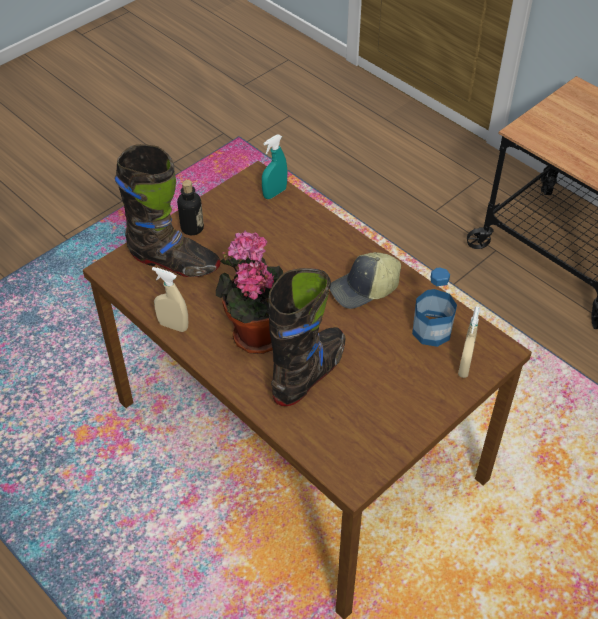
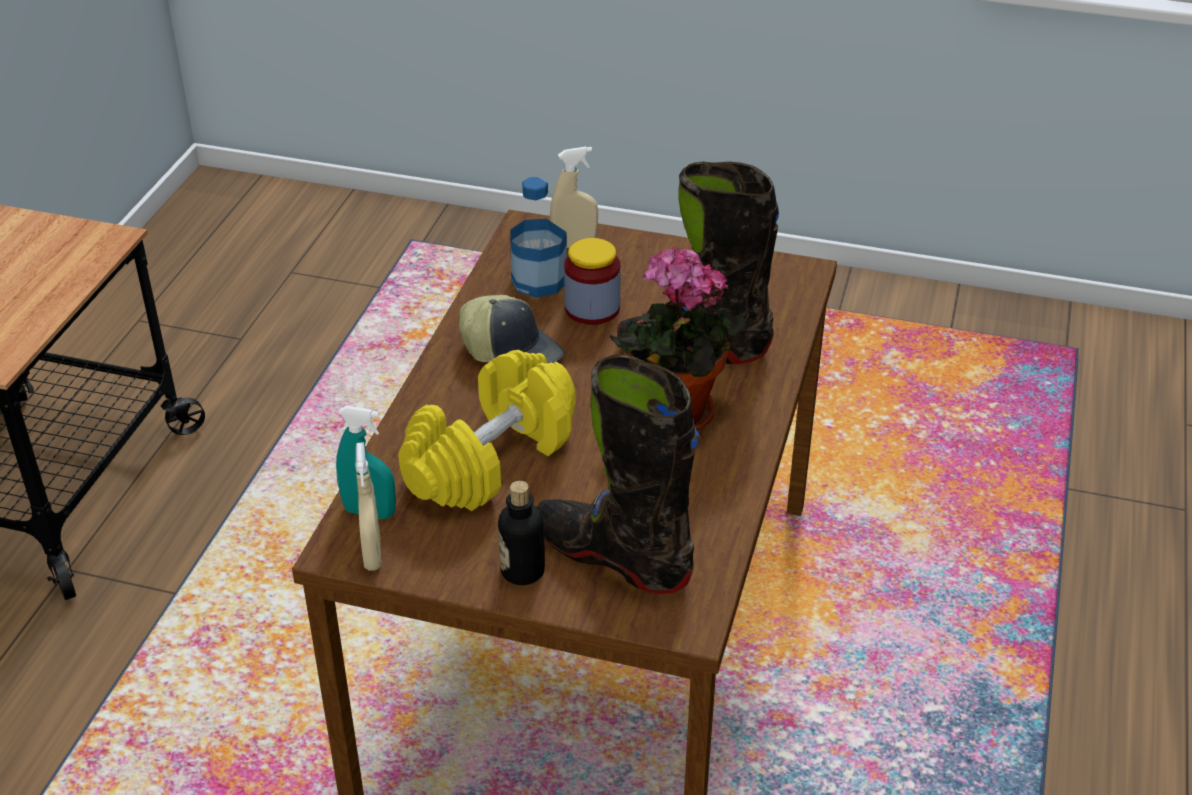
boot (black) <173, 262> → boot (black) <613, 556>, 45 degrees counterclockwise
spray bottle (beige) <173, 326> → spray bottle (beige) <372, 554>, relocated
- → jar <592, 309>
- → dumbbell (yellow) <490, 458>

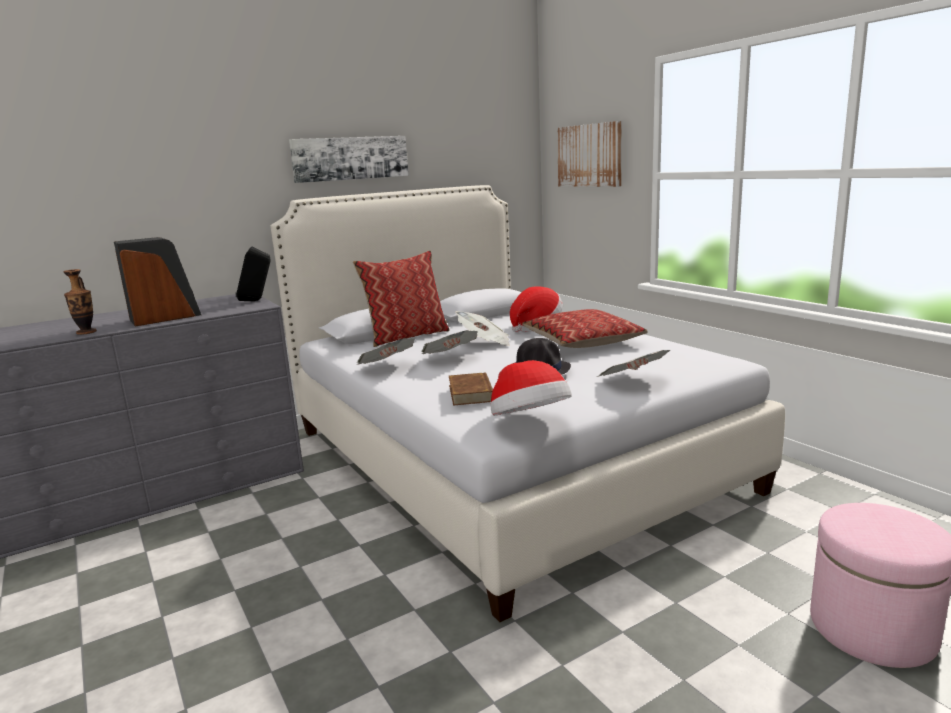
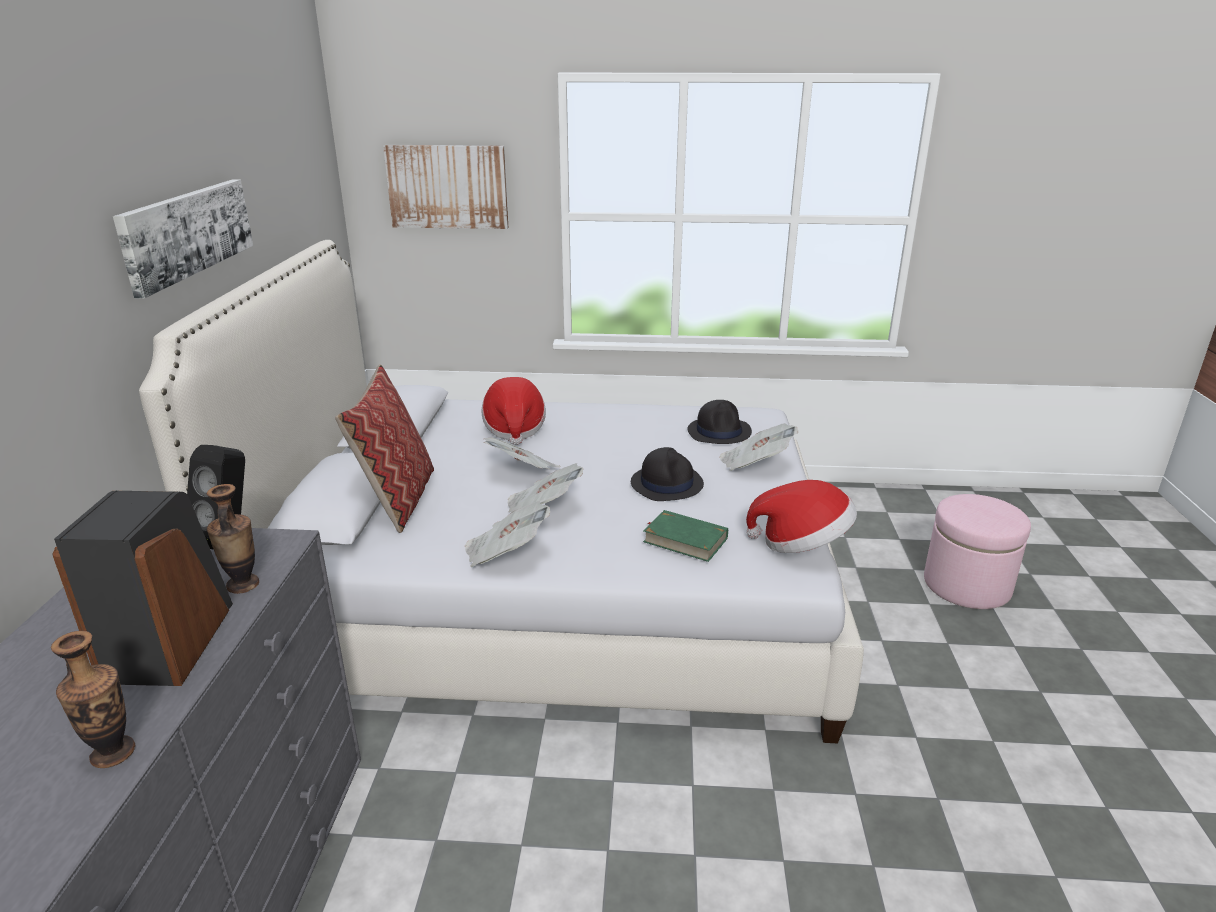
pillow <582, 341> → -
book (brown) <471, 393> → book (green) <685, 540>
- → hat (black) <719, 431>
- → vase <243, 585>

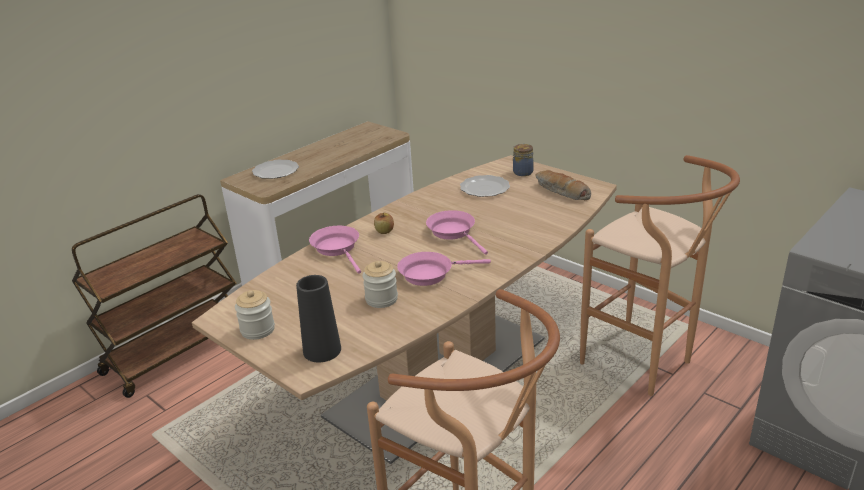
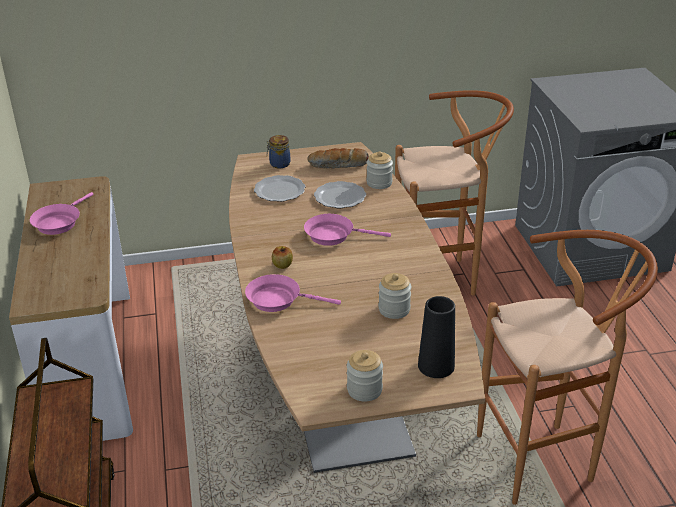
plate <275, 171> → plate <339, 197>, relocated
frying pan (pink) <430, 274> → frying pan (pink) <59, 222>, relocated
- → jar <379, 183>

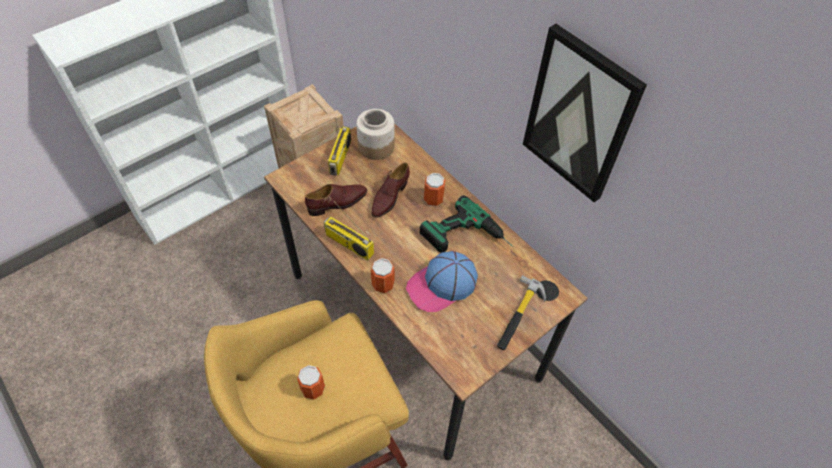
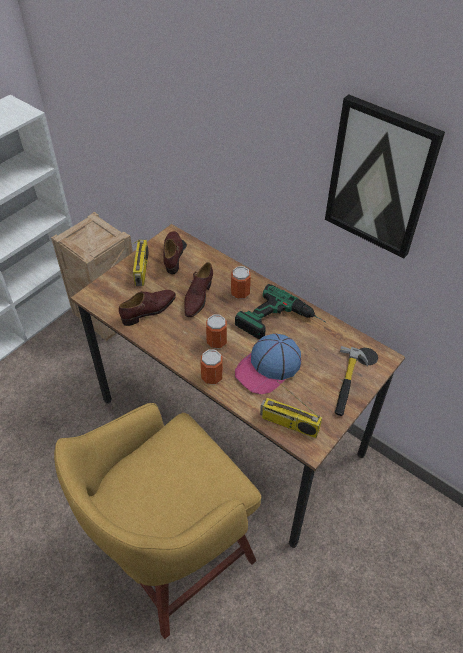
jar <375, 146> → shoe (brown) <173, 255>
radio <348, 244> → radio <288, 424>, relocated
can <313, 389> → can <216, 341>, relocated

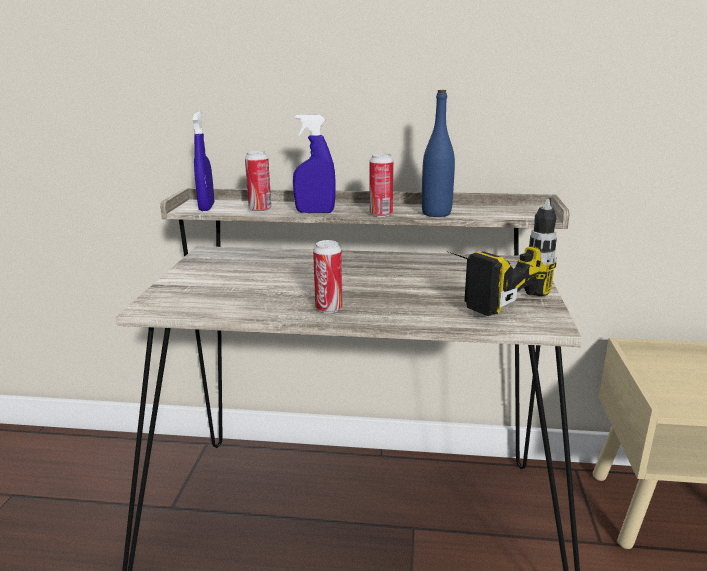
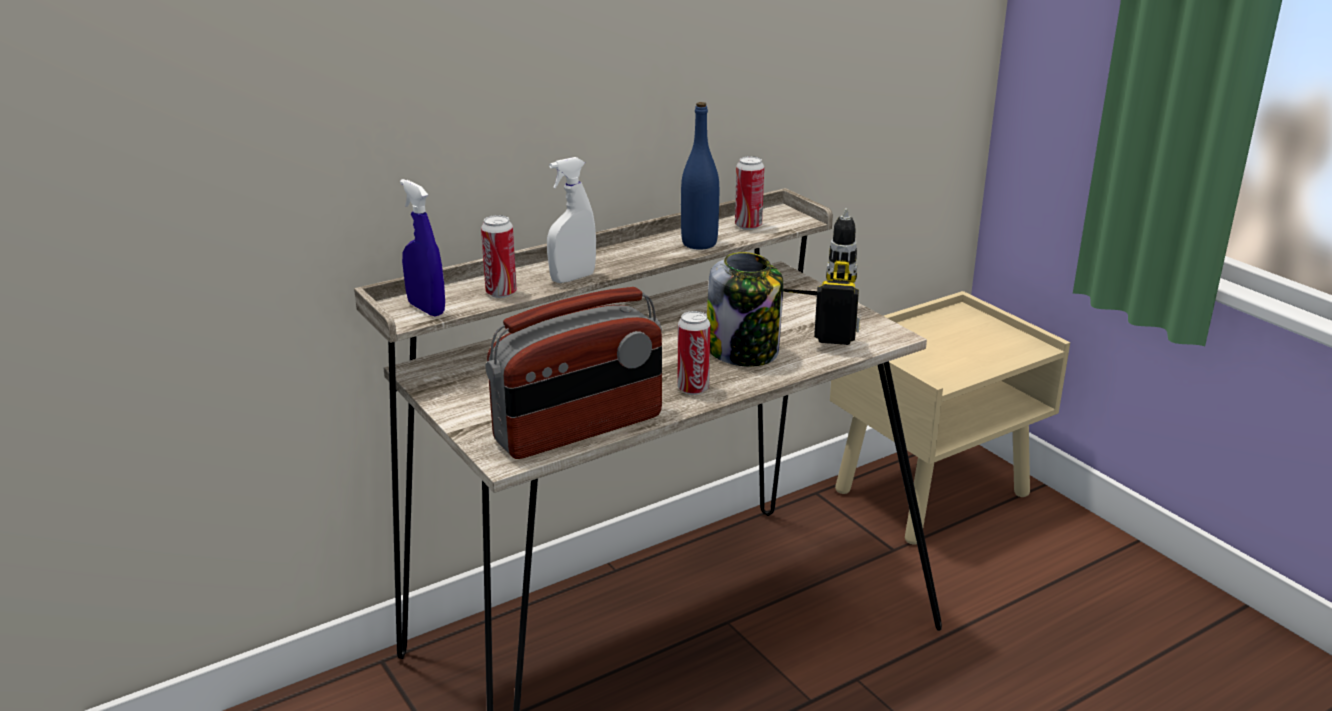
spray bottle (blue) <315, 212> → spray bottle (white) <572, 278>
can <381, 214> → can <748, 226>, relocated
- → jar <743, 351>
- → radio <580, 430>

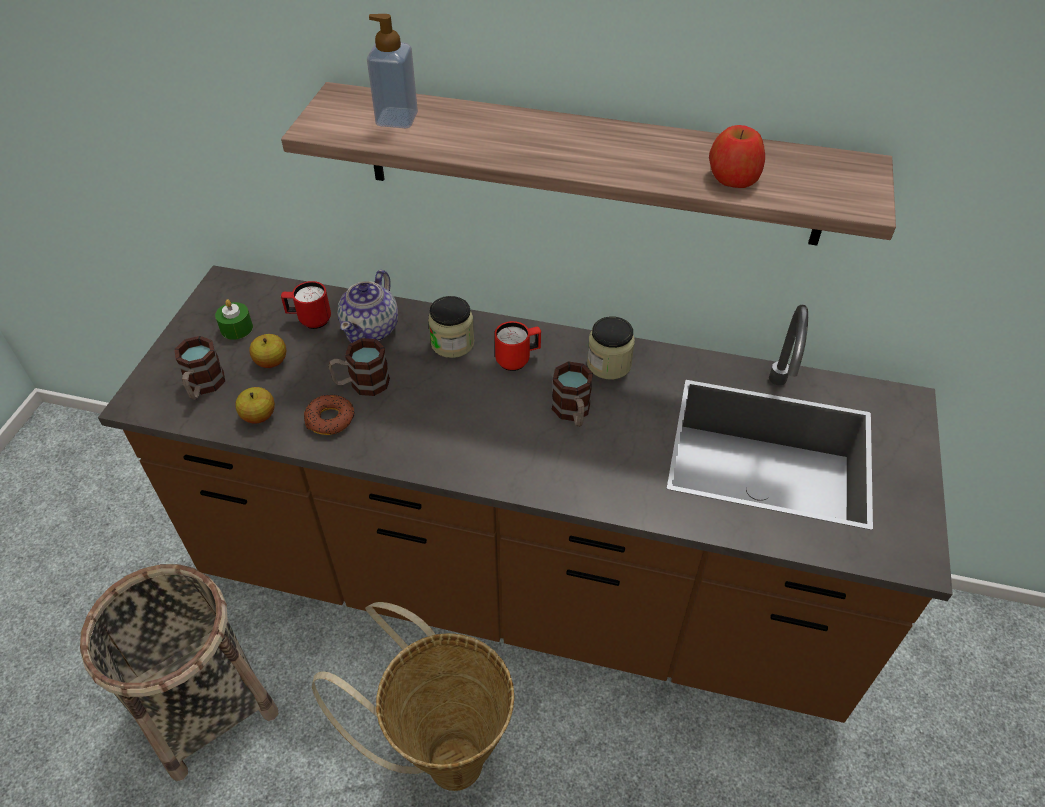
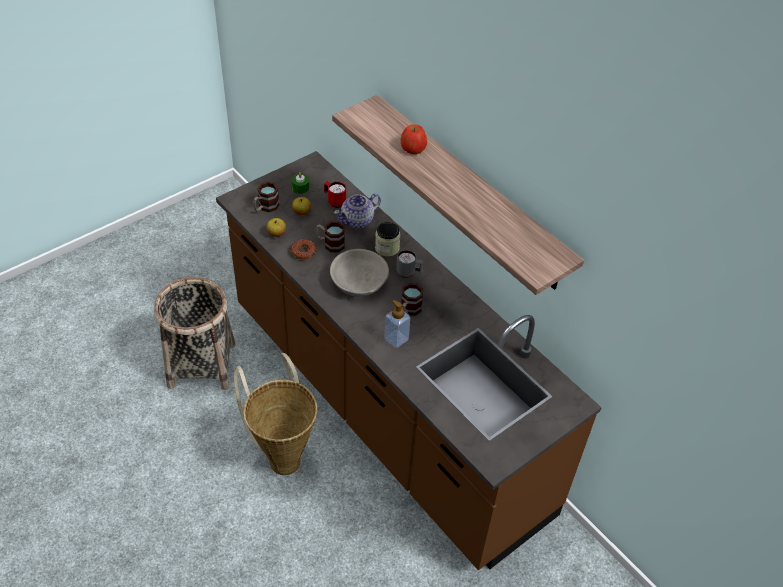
soap dispenser <397, 119> → soap dispenser <396, 339>, relocated
apple <733, 177> → apple <413, 148>, relocated
jar <609, 364> → -
mug (red) <518, 360> → mug (grey) <409, 273>
- → bowl (grey) <359, 282>

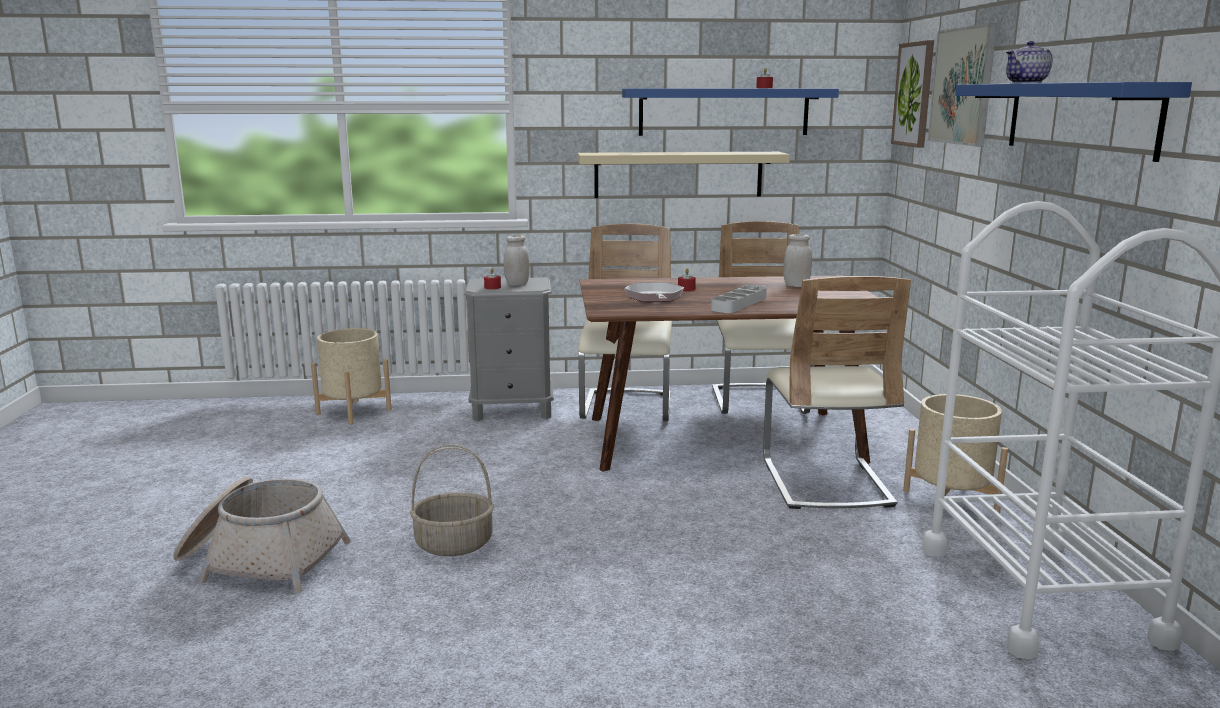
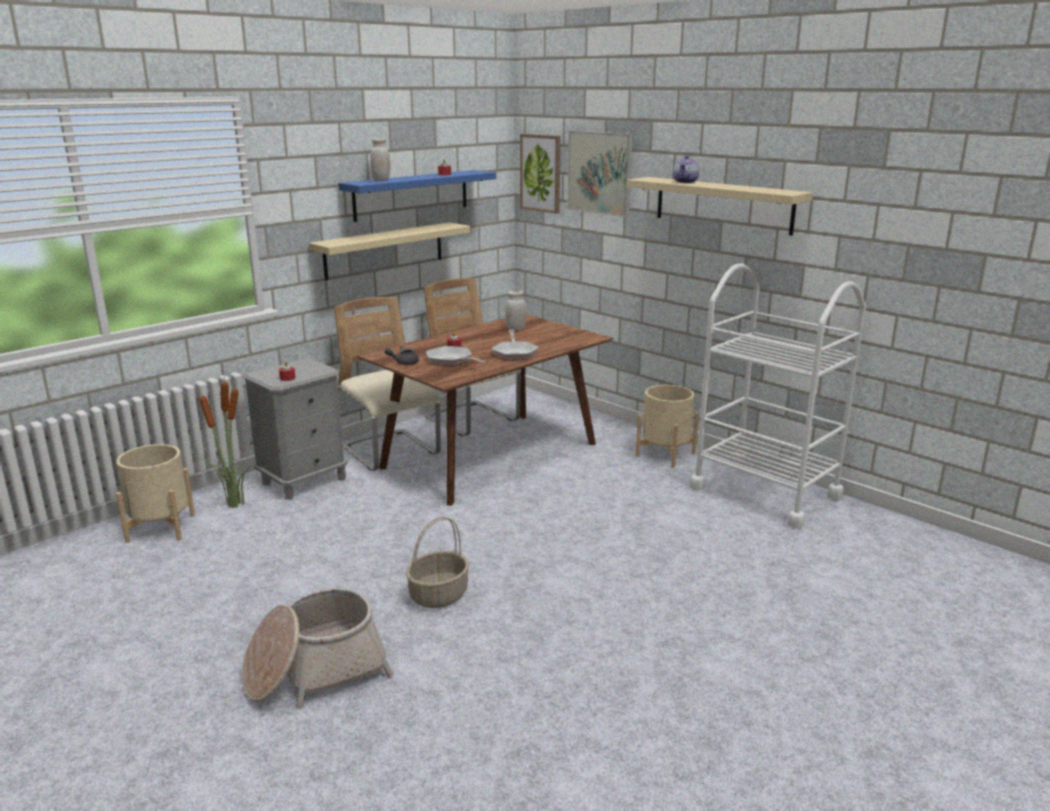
shelf (blue) <1079, 118> → shelf (beige) <723, 205>
jar (white) <517, 284> → jar (white) <381, 180>, relocated
chair (beige) <825, 482> → -
tray (grey) <739, 304> → frying pan <514, 353>
- → teapot (grey) <403, 363>
- → potted plant <234, 505>

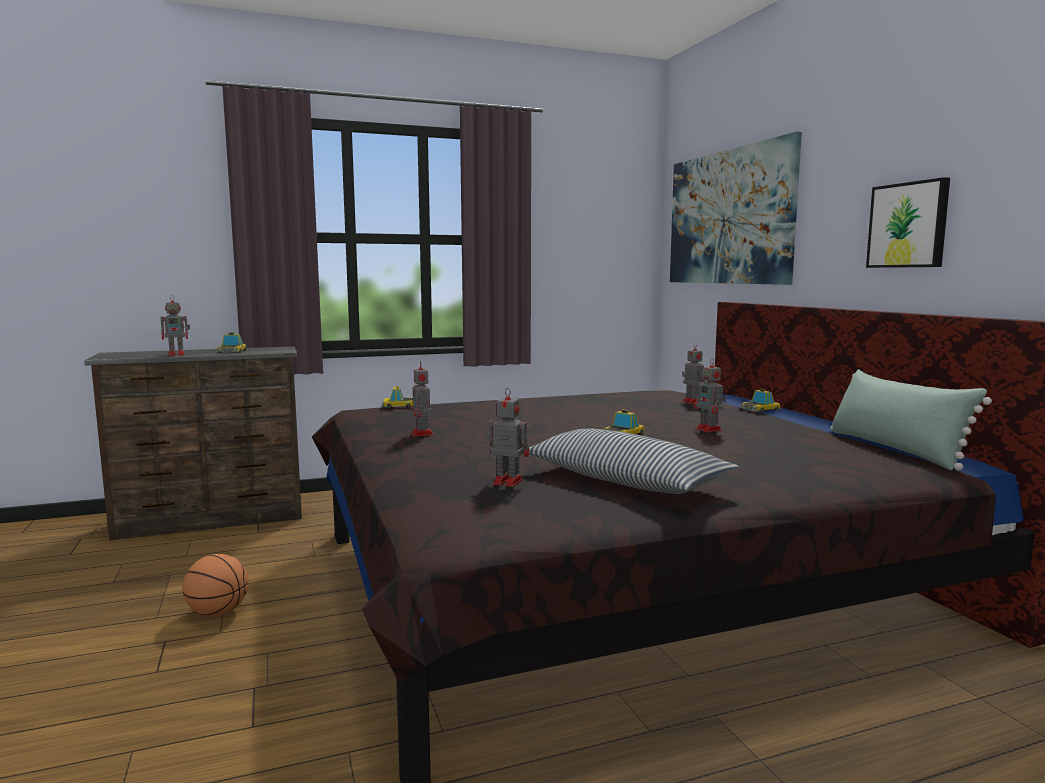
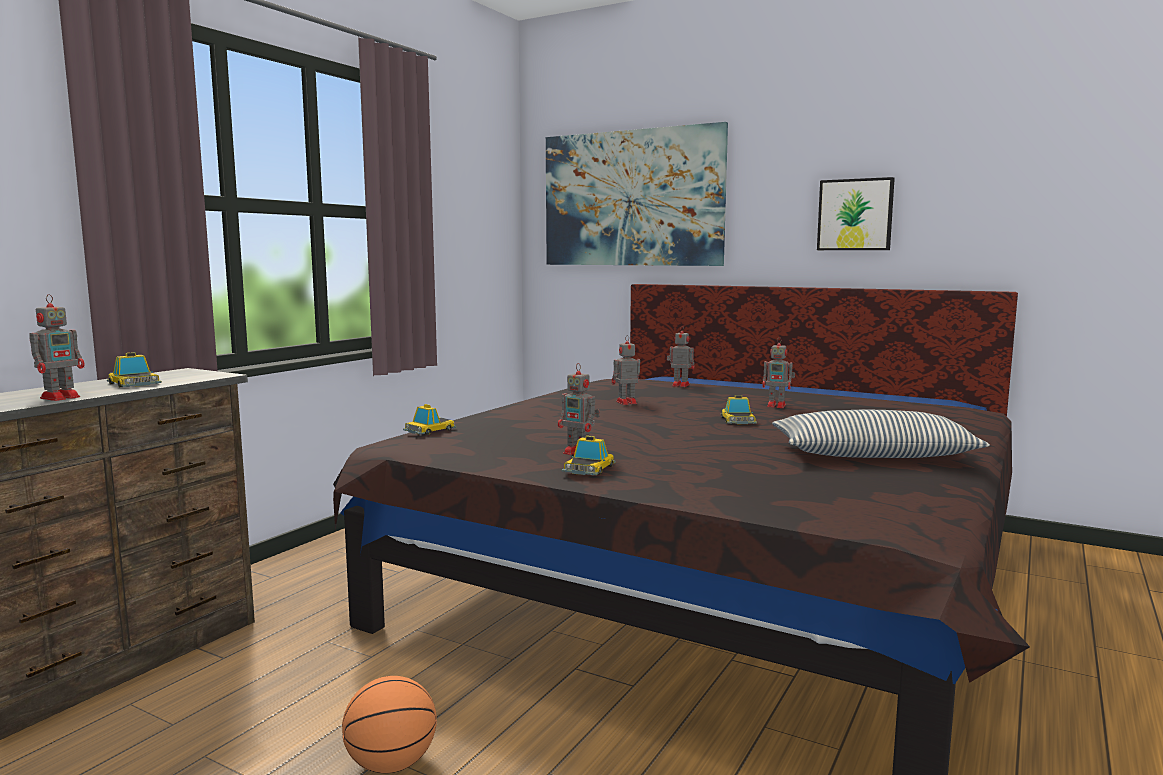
pillow (green) <895, 449> → -
toy robot <506, 482> → toy robot <625, 402>, relocated
toy car <760, 409> → toy car <589, 468>, relocated

